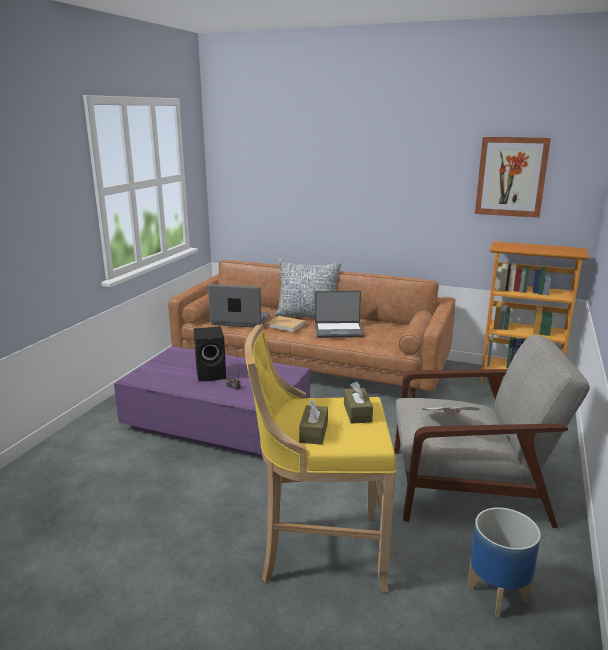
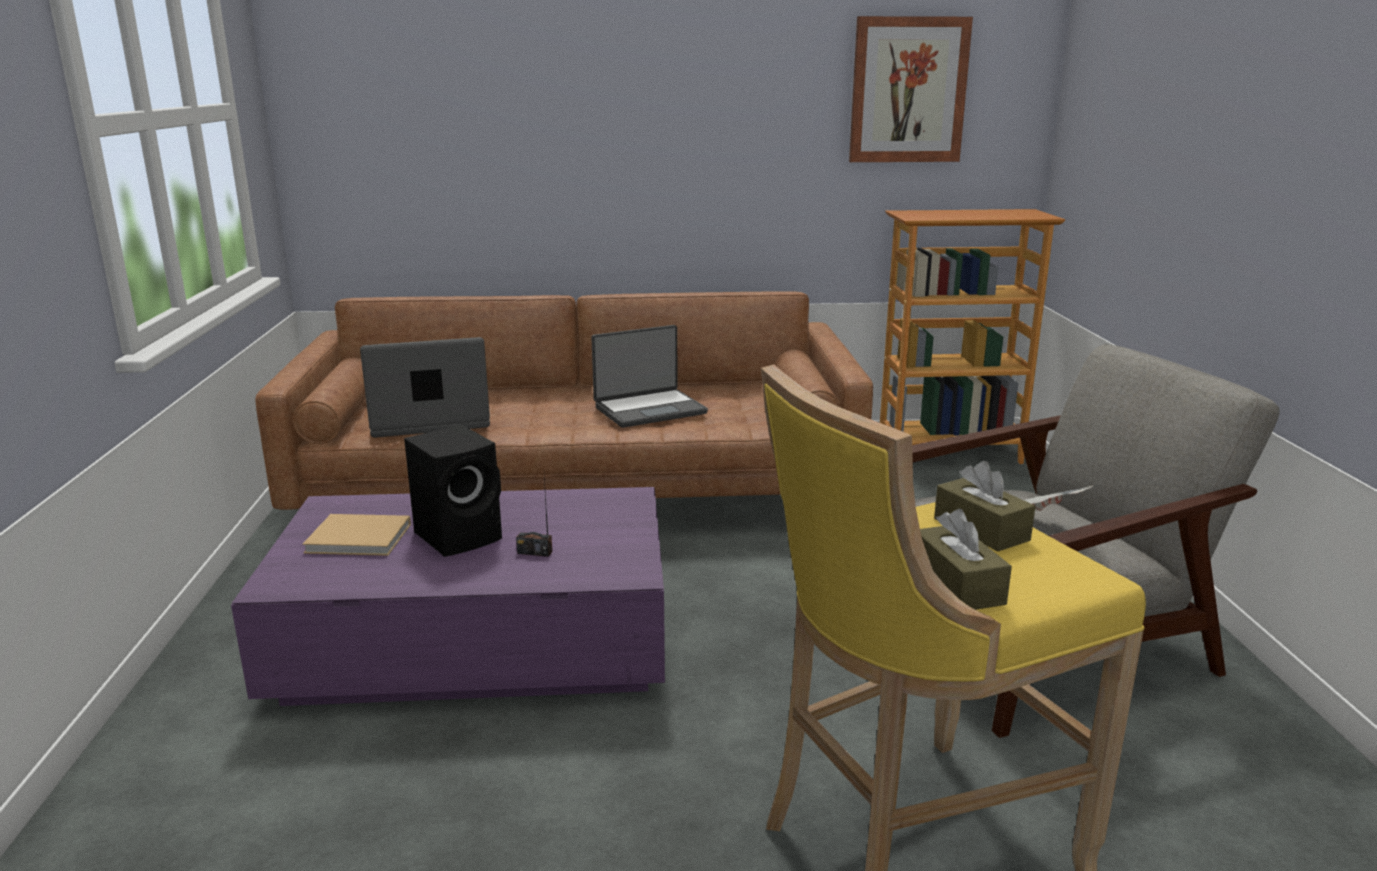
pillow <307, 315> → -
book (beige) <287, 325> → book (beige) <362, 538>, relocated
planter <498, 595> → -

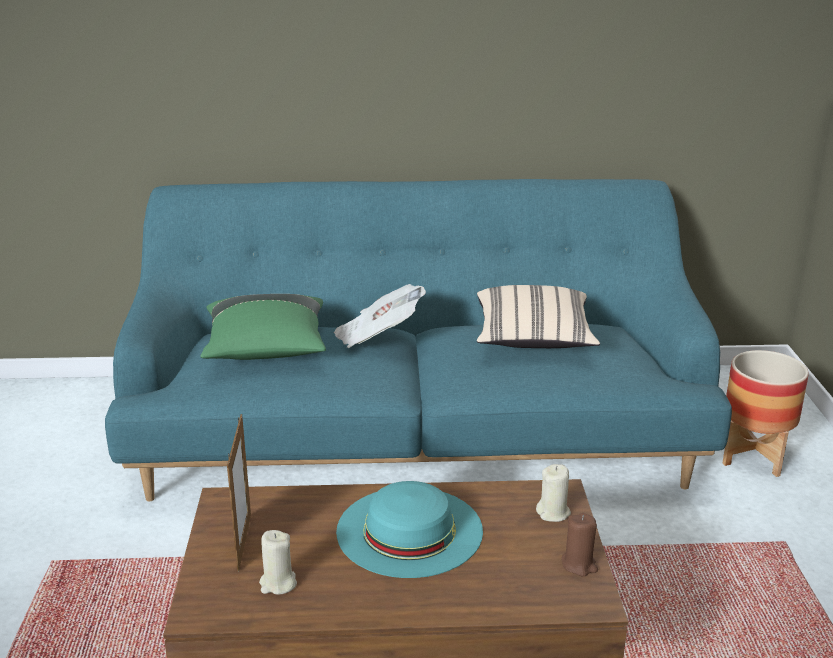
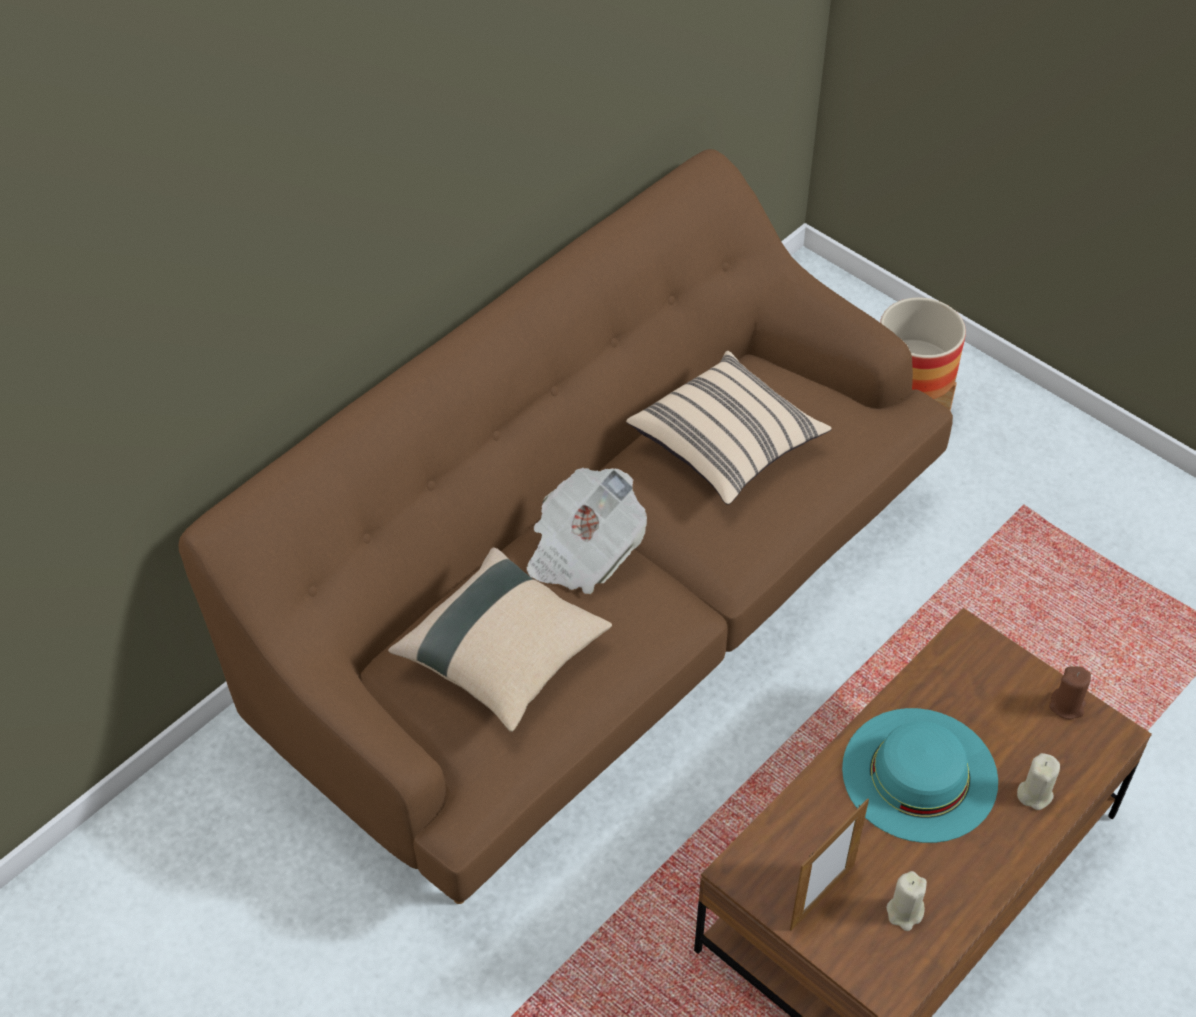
sofa (turquoise) <416, 435> → sofa (brown) <598, 606>
pillow (green) <266, 350> → pillow (beige) <503, 656>
picture frame <244, 542> → picture frame <822, 897>, 90 degrees clockwise
candle (beige) <553, 513> → candle (beige) <1034, 793>, relocated

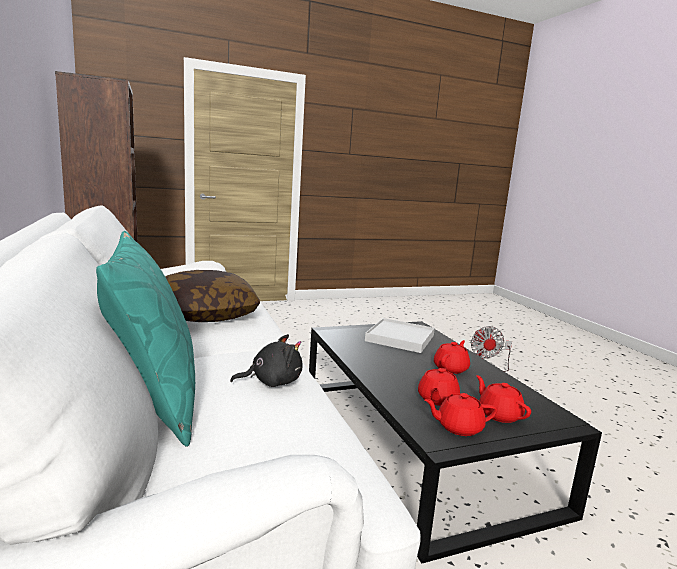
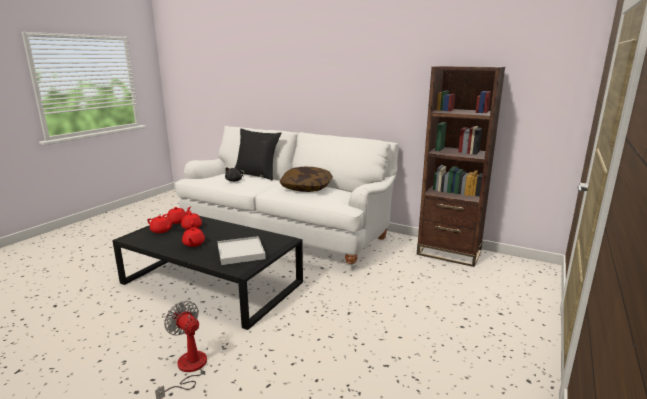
pillow (turquoise) <154, 400> → pillow (black) <257, 175>

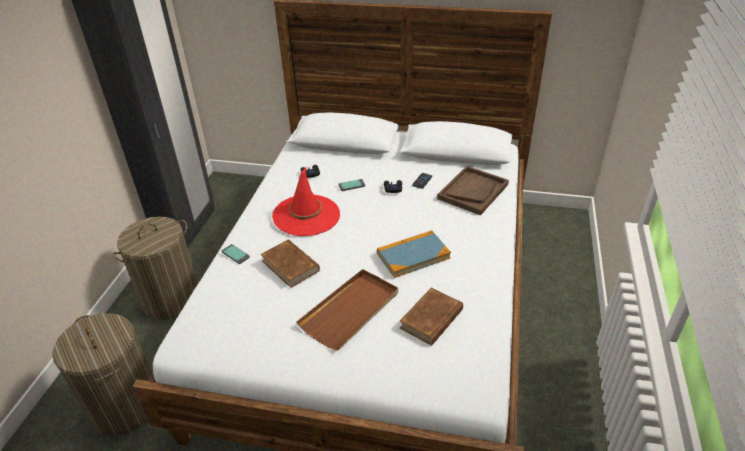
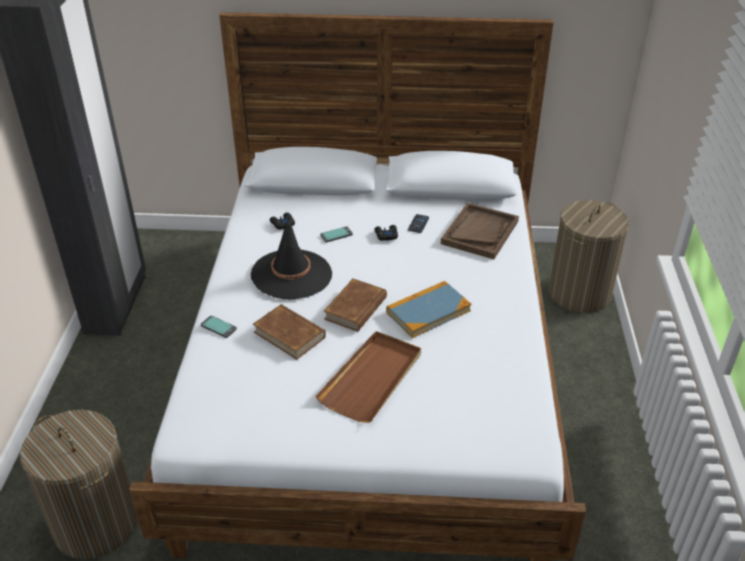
hat (red) <306, 215> → hat (black) <291, 274>
laundry basket <171, 299> → laundry basket <579, 293>, relocated
book (brown) <432, 319> → book (brown) <356, 308>, relocated

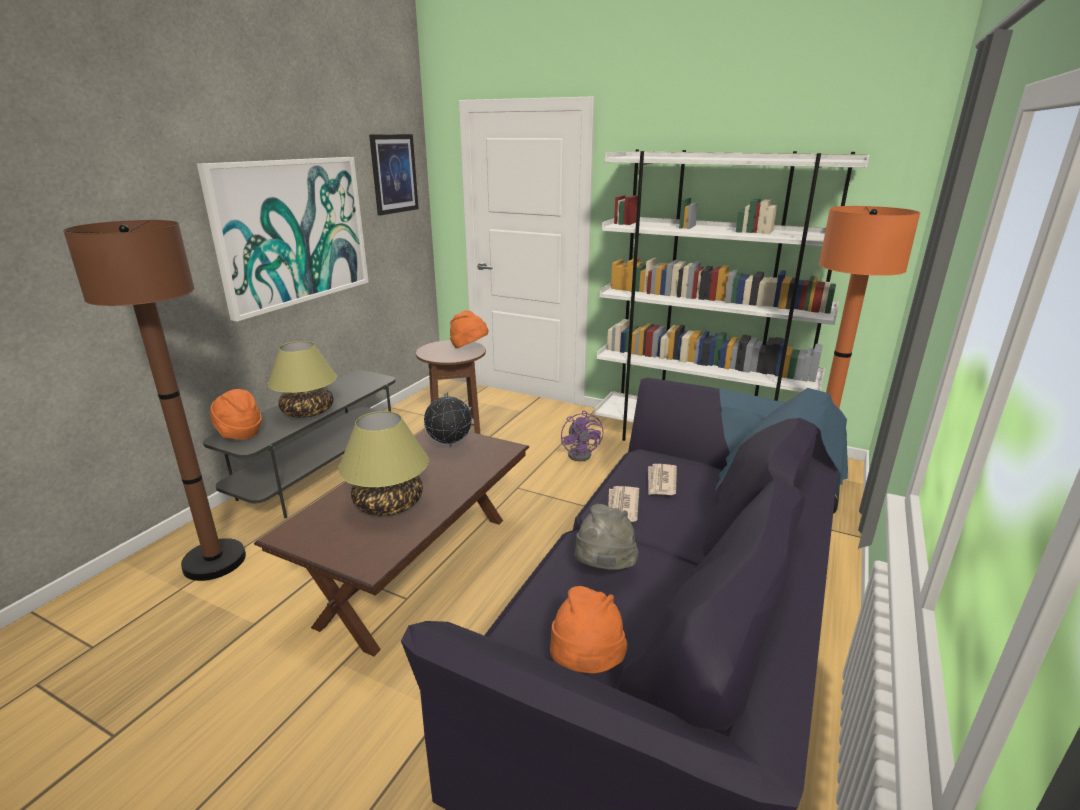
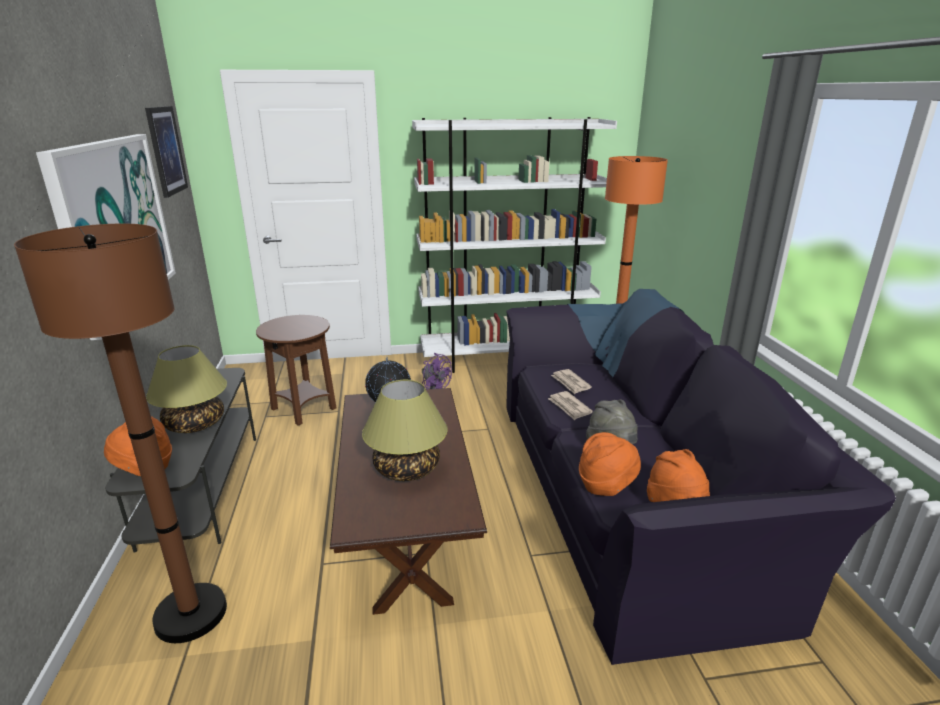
hat (orange) <469, 348> → hat (orange) <606, 485>, relocated

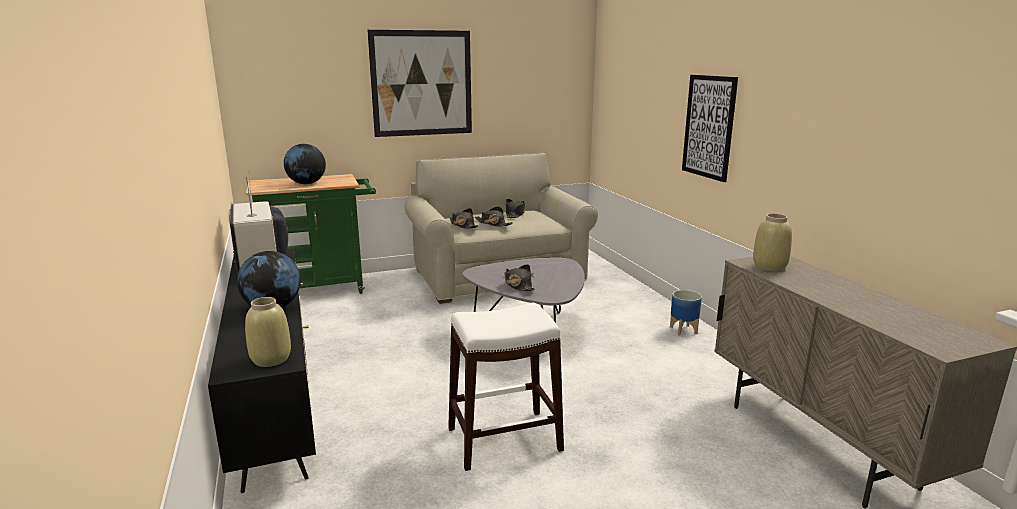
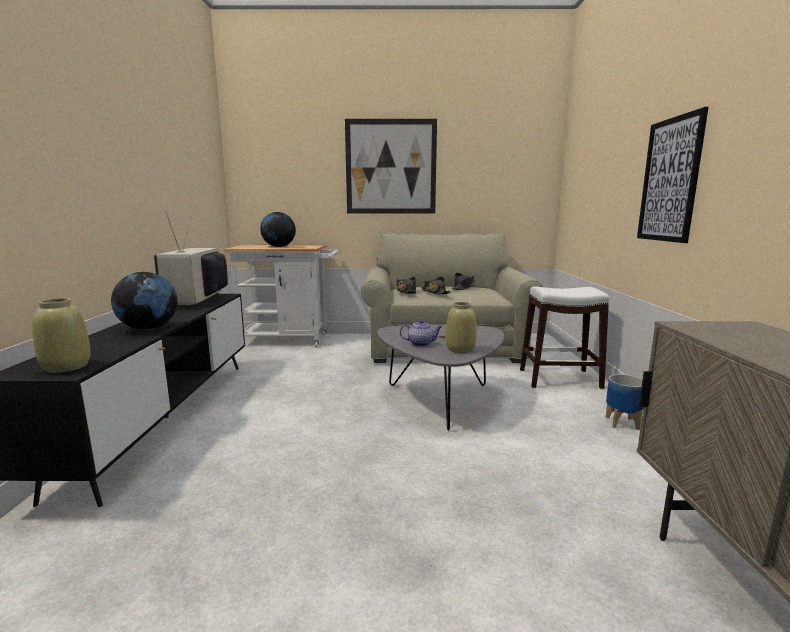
cart (green) <321, 288> → cart (white) <290, 340>
vase (beige) <769, 267> → vase (beige) <460, 349>, relocated
hat (black) <518, 285> → teapot <421, 344>
stool (white) <503, 439> → stool (white) <559, 378>, relocated

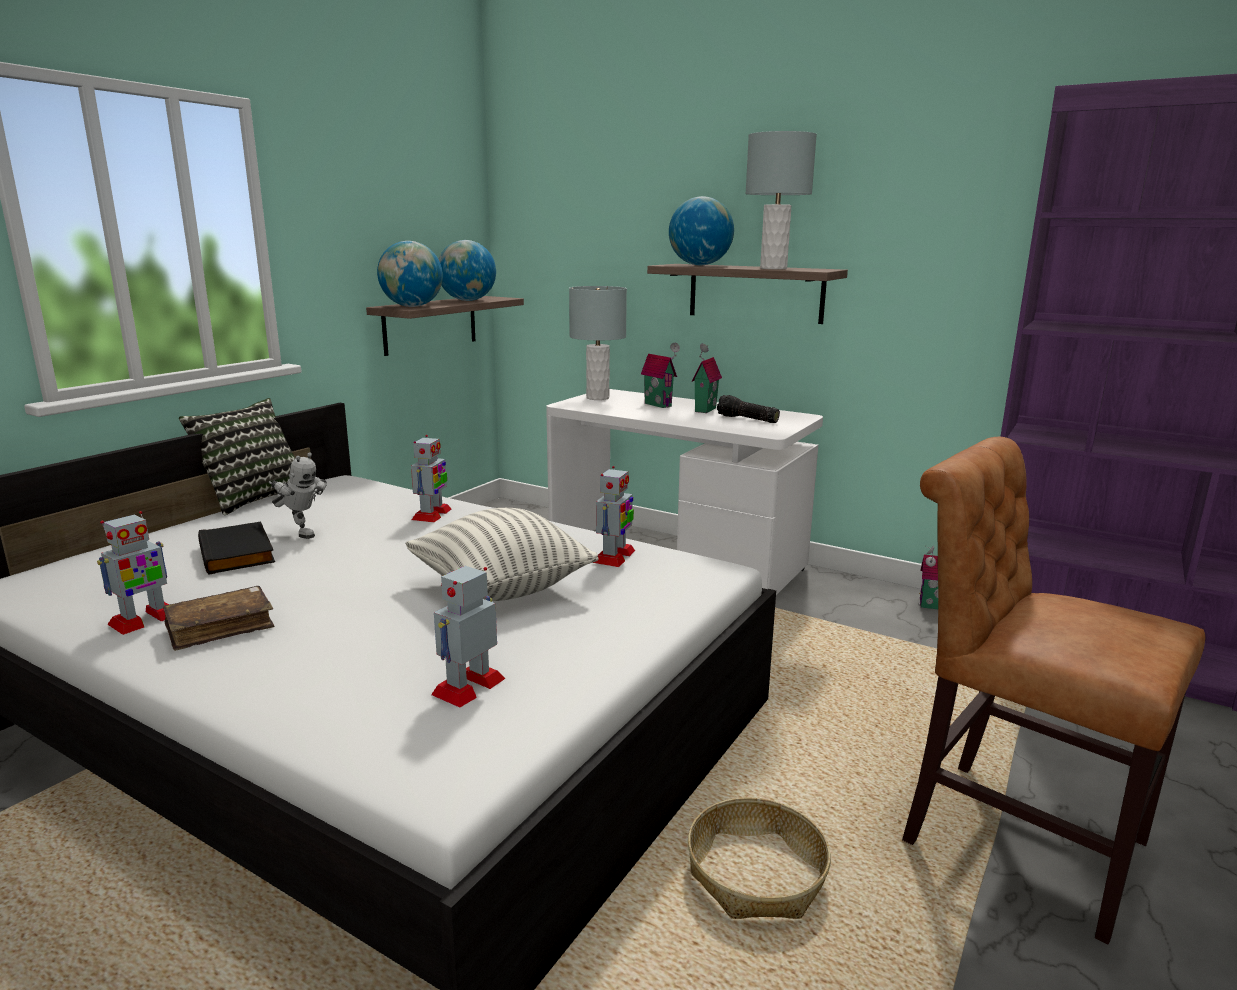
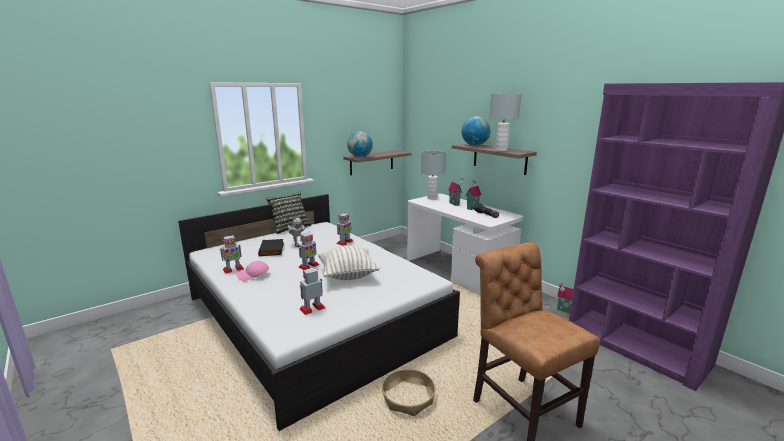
globe <468, 300> → -
toy robot <614, 557> → toy robot <308, 266>, relocated
book (brown) <220, 627> → cap (pink) <252, 275>

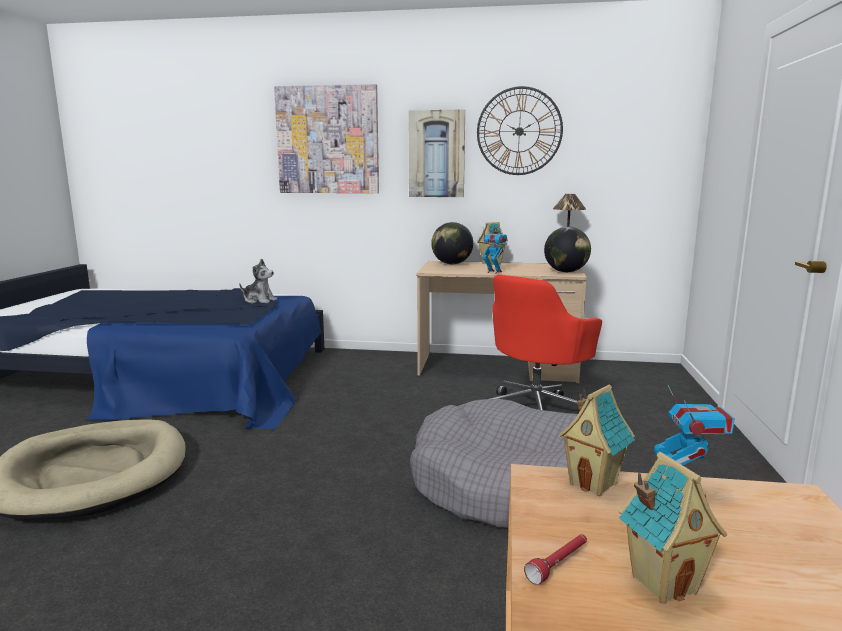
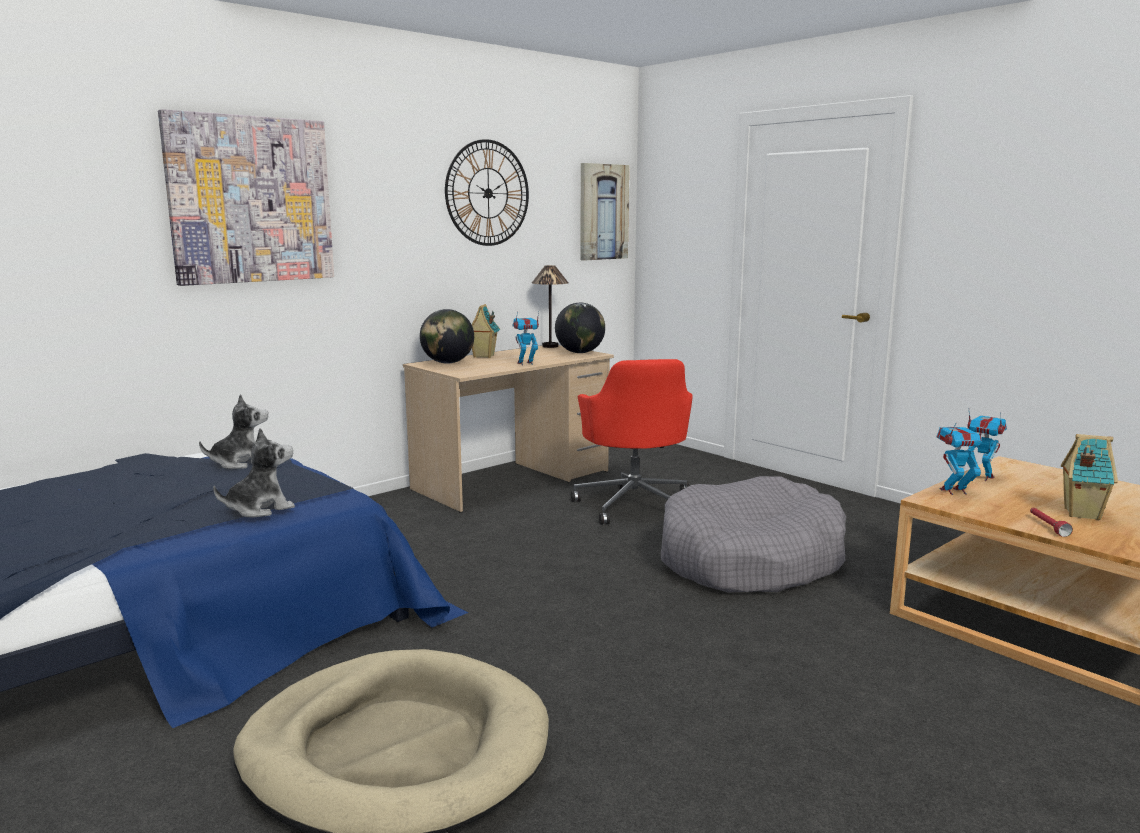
picture <436, 154> → picture <603, 212>, relocated
toy house <594, 484> → toy robot <954, 491>
- → plush toy <260, 509>

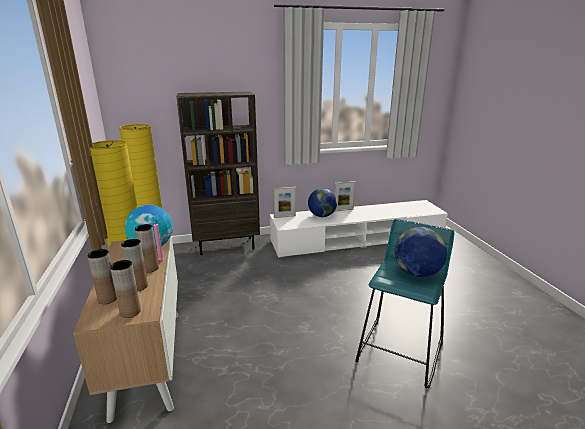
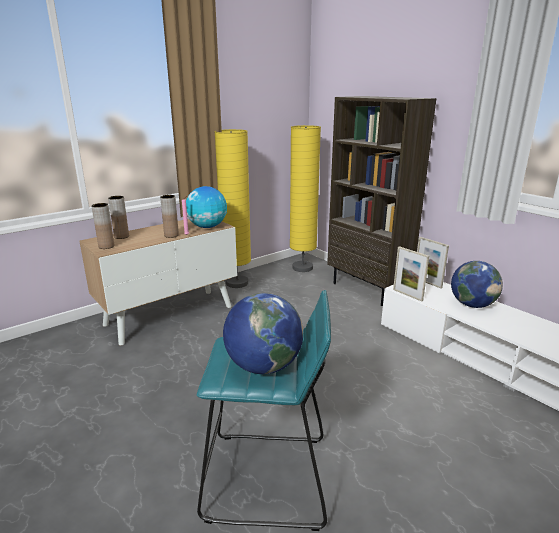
picture frame <343, 210> → picture frame <407, 295>, relocated
vase (brown) <138, 286> → -

